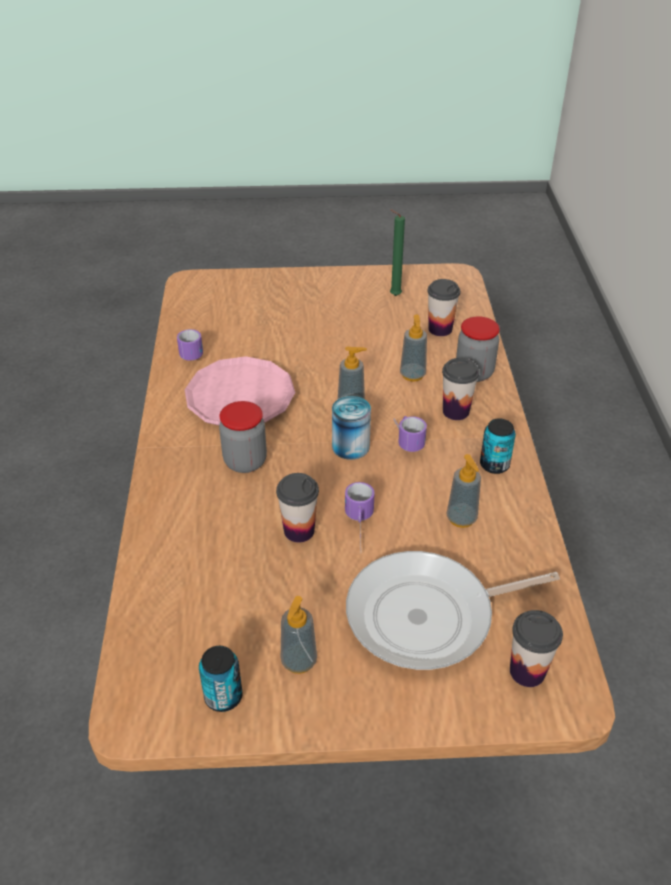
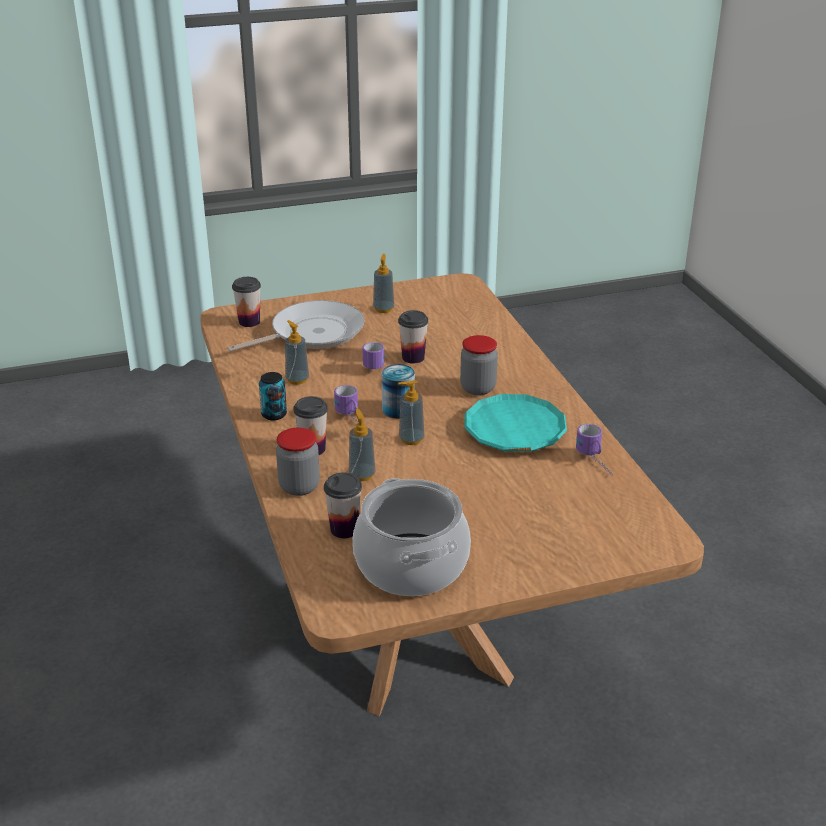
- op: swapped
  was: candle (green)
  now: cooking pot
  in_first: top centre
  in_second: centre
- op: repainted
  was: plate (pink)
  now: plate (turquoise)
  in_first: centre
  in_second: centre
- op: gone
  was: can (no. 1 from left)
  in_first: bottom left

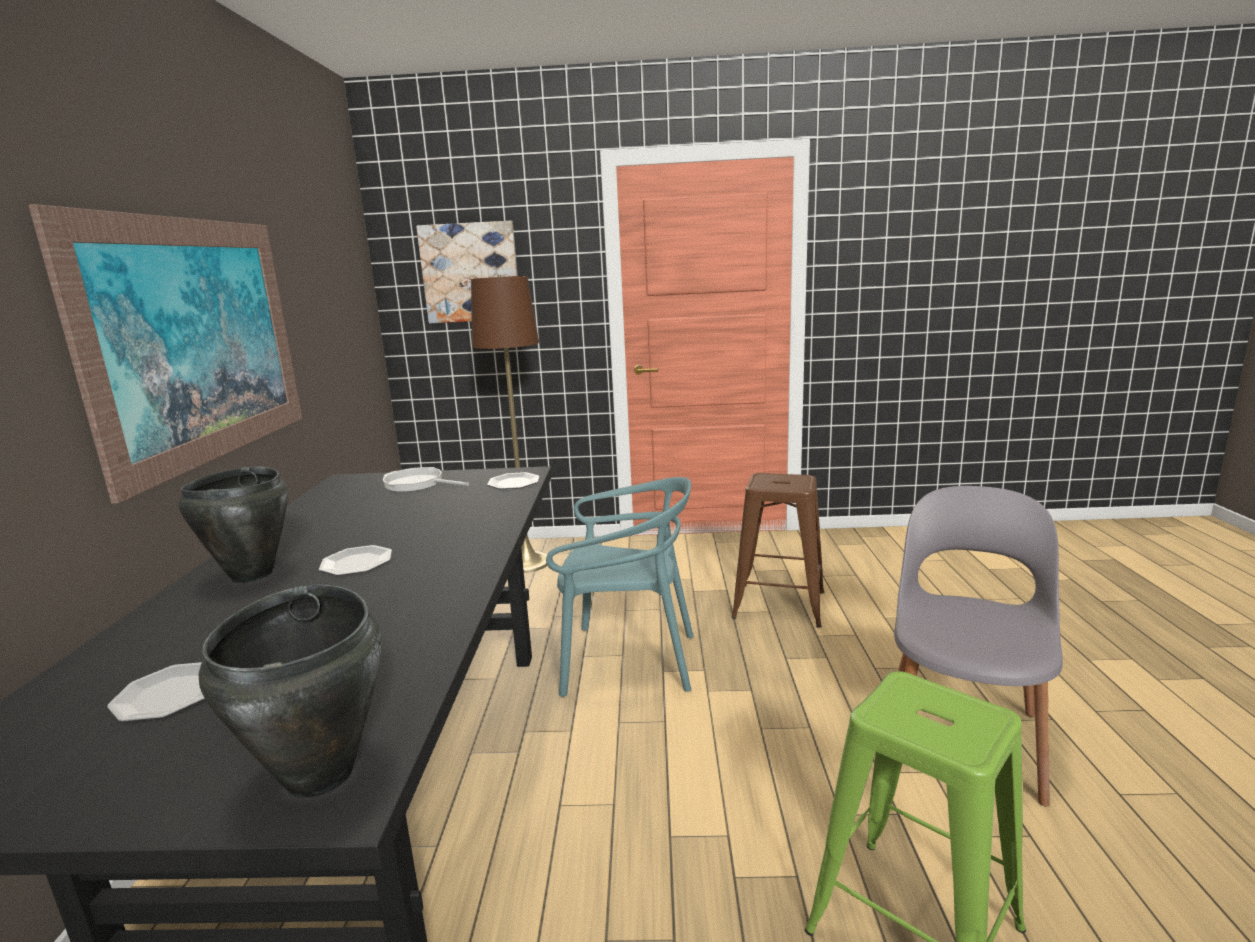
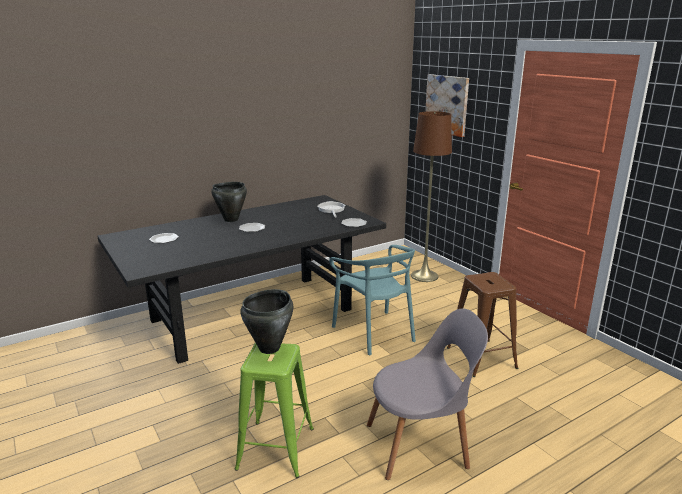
- op: gone
  was: picture (no. 1 from left)
  in_first: middle left
- op: shifted
  was: cooking pot (black) (no. 2 from left)
  in_first: bottom left
  in_second: centre

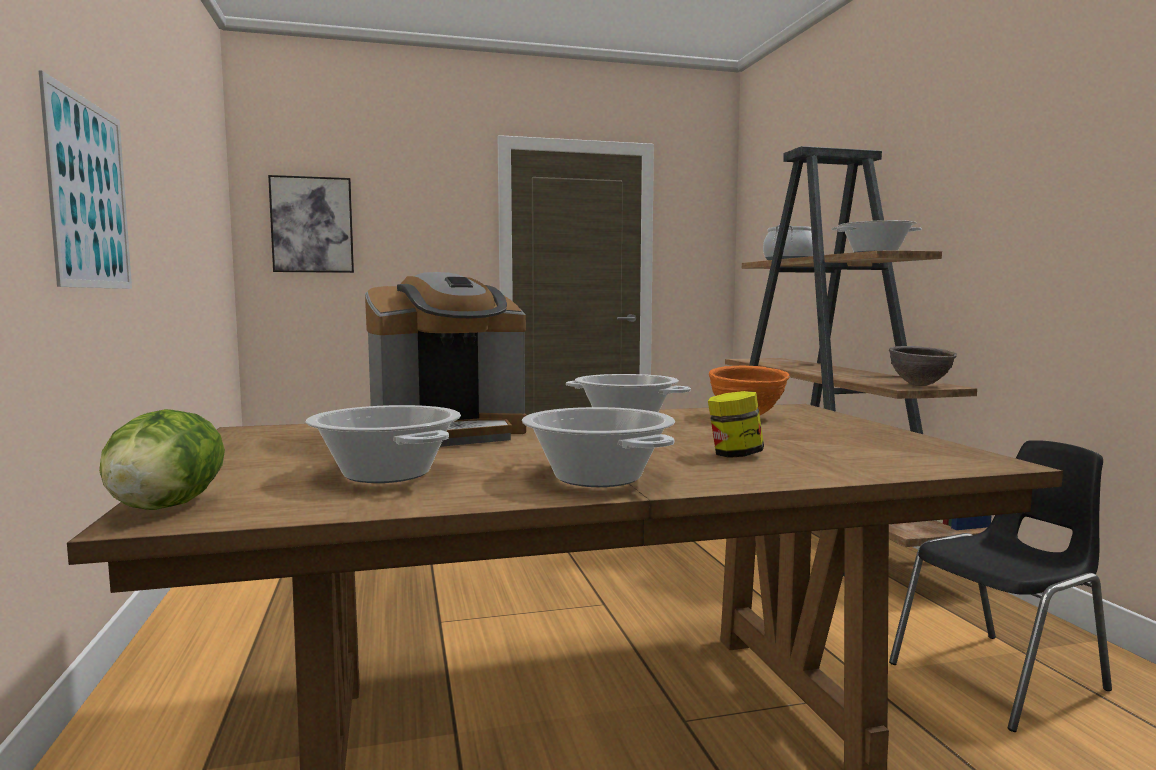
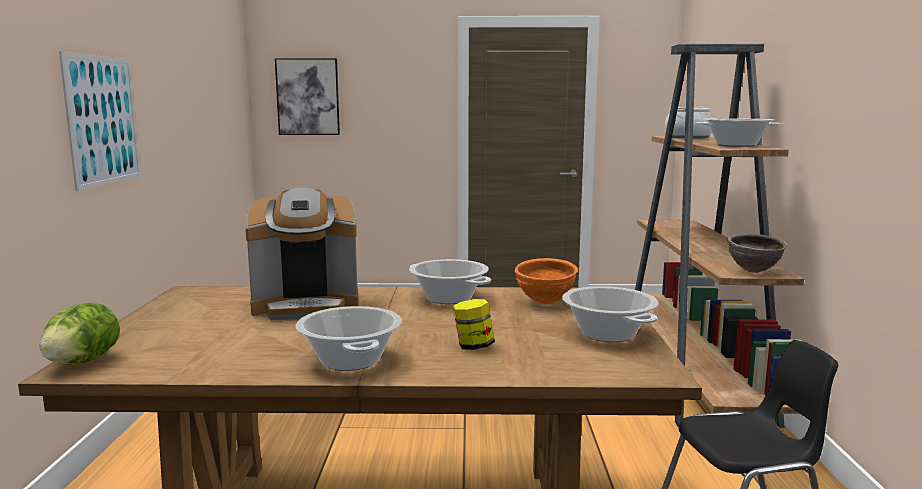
- op: shifted
  was: cooking pot (no. 1 from left in the first image)
  now: cooking pot (no. 3 from left)
  in_first: middle left
  in_second: centre

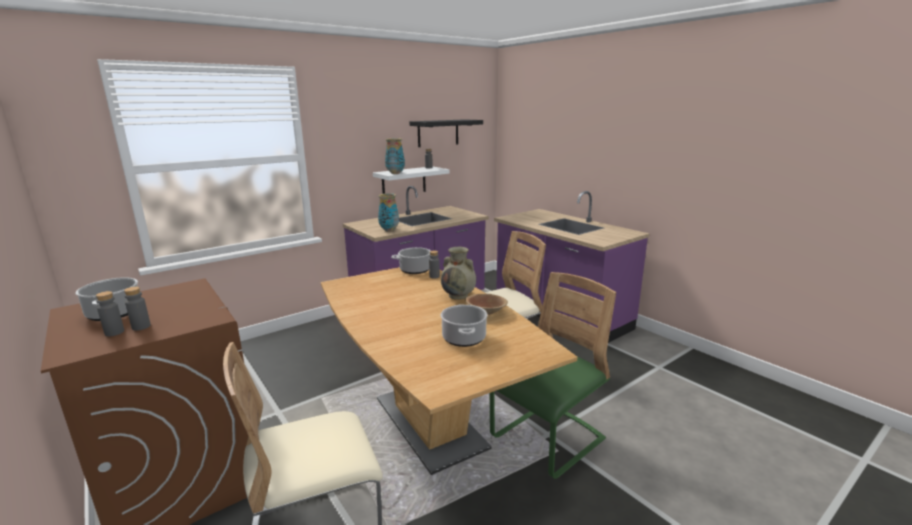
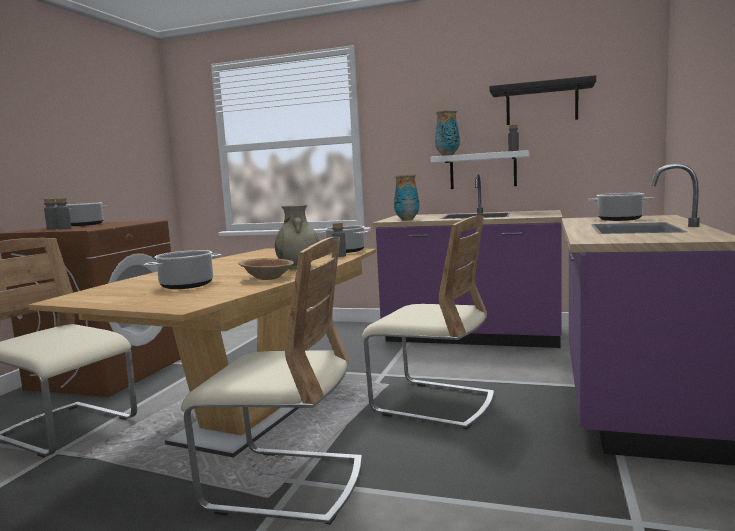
- op: repainted
  was: chair (green)
  now: chair (beige) (no. 2 from left)
  in_first: bottom centre
  in_second: bottom centre
- op: new
  now: cooking pot (no. 4 from left)
  in_second: middle right

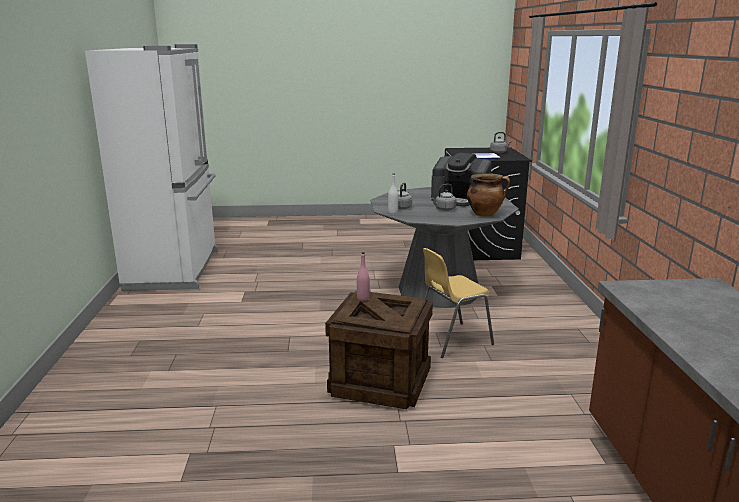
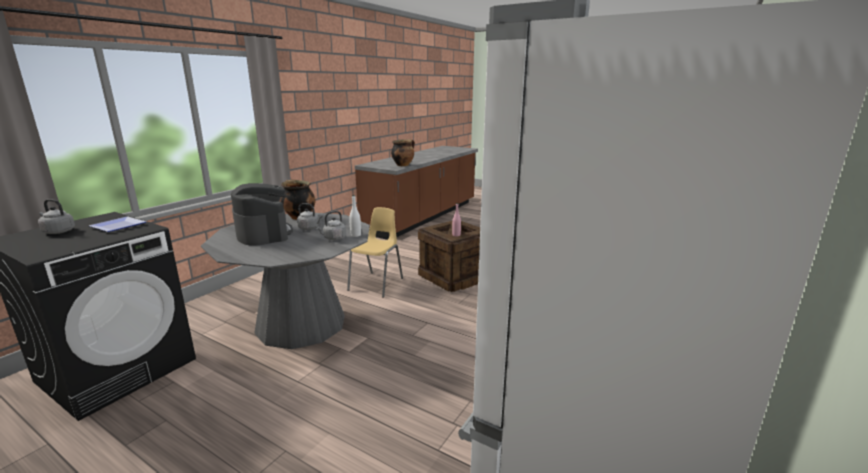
- op: rotated
  was: chair (yellow)
  in_first: centre
  in_second: centre
  clockwise: -75
- op: new
  now: cooking pot (no. 2 from left)
  in_second: top centre

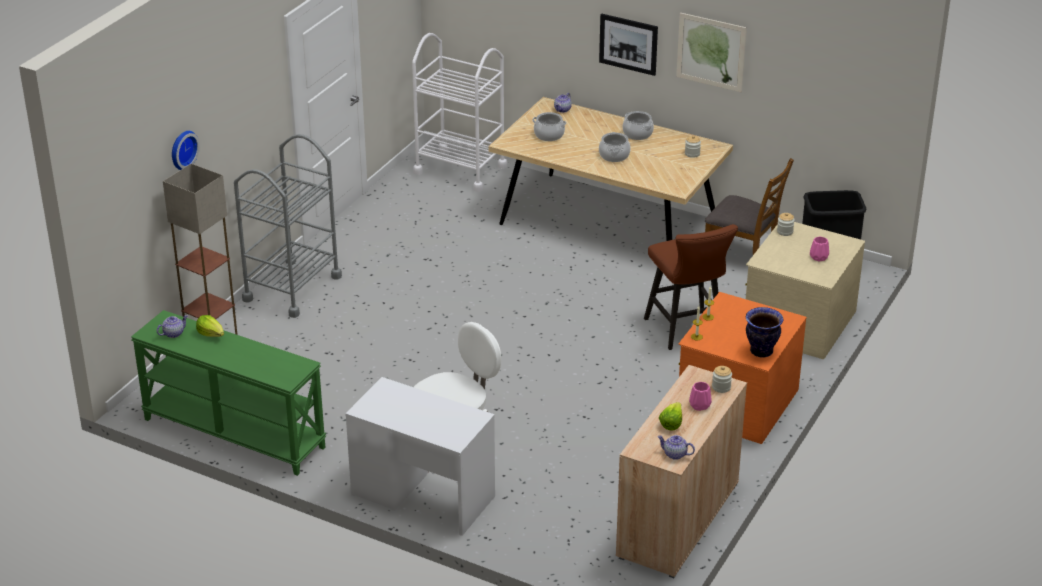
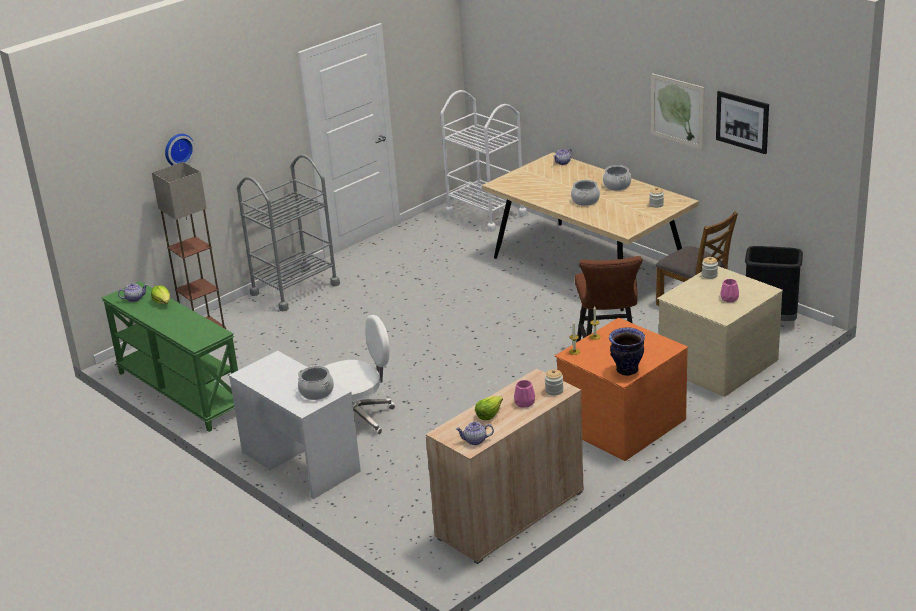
- op: shifted
  was: picture (no. 1 from left in the first image)
  now: picture (no. 2 from left)
  in_first: top centre
  in_second: top right
- op: shifted
  was: cooking pot (no. 1 from left)
  in_first: top centre
  in_second: centre
- op: rotated
  was: teapot (no. 3 from left in the first image)
  in_first: bottom centre
  in_second: bottom centre
  clockwise: -45

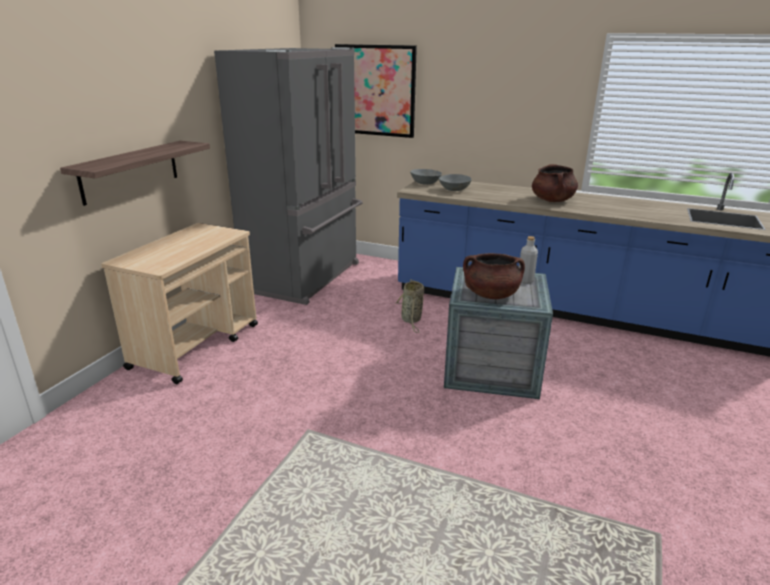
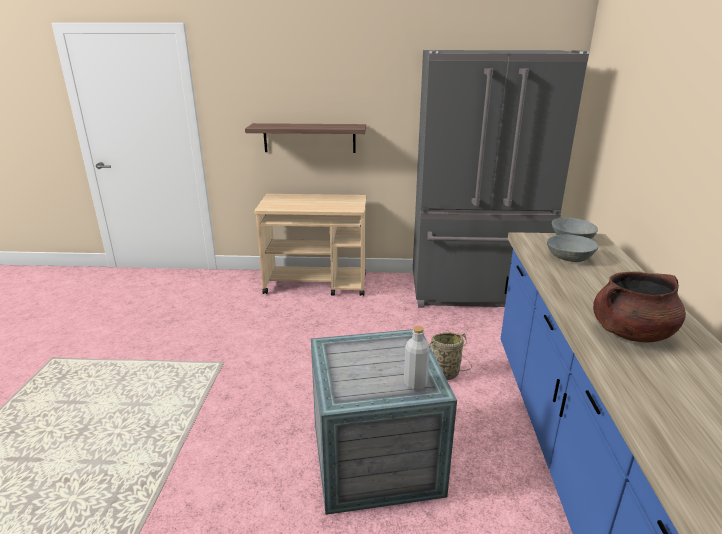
- op: gone
  was: picture
  in_first: top centre
- op: gone
  was: cooking pot (brown) (no. 1 from left)
  in_first: centre

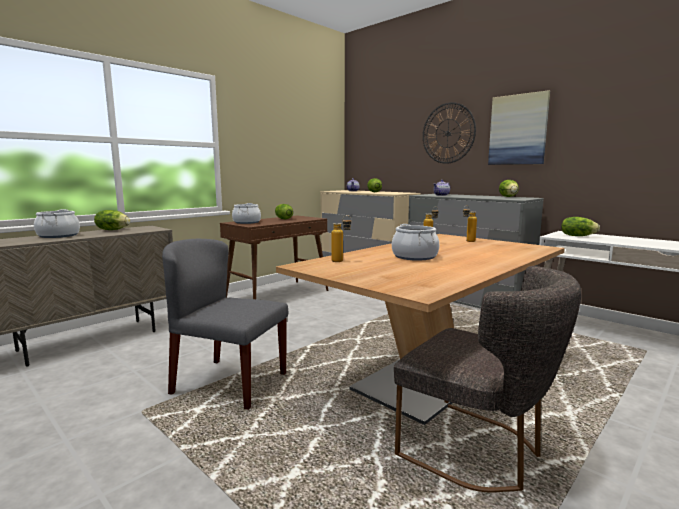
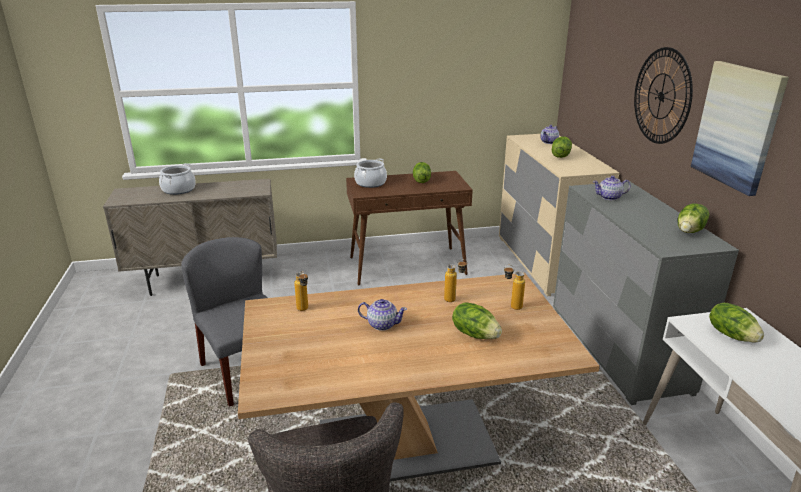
- op: shifted
  was: lettuce (no. 1 from left in the first image)
  now: lettuce (no. 2 from left)
  in_first: middle left
  in_second: centre
- op: swapped
  was: cooking pot (no. 3 from left)
  now: teapot (no. 1 from left)
  in_first: centre
  in_second: centre

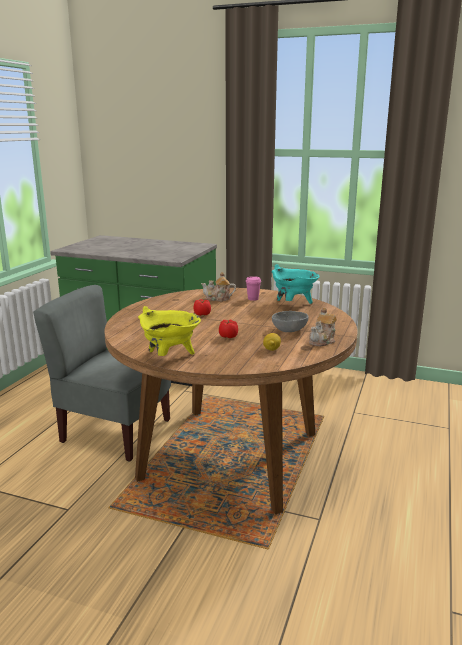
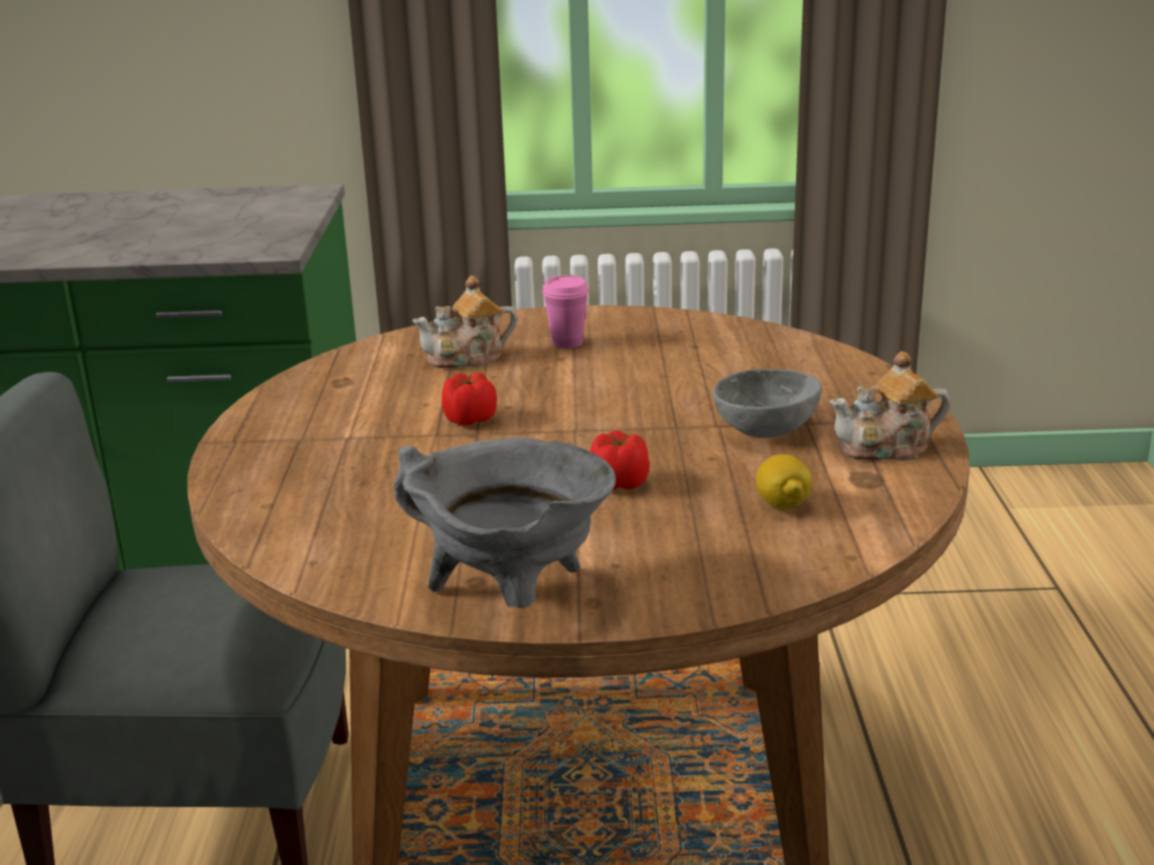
- op: gone
  was: cooking pot (turquoise)
  in_first: centre
- op: repainted
  was: cooking pot (yellow)
  now: cooking pot (grey)
  in_first: centre
  in_second: centre
- op: rotated
  was: teapot (no. 2 from left)
  in_first: middle right
  in_second: middle right
  clockwise: 60

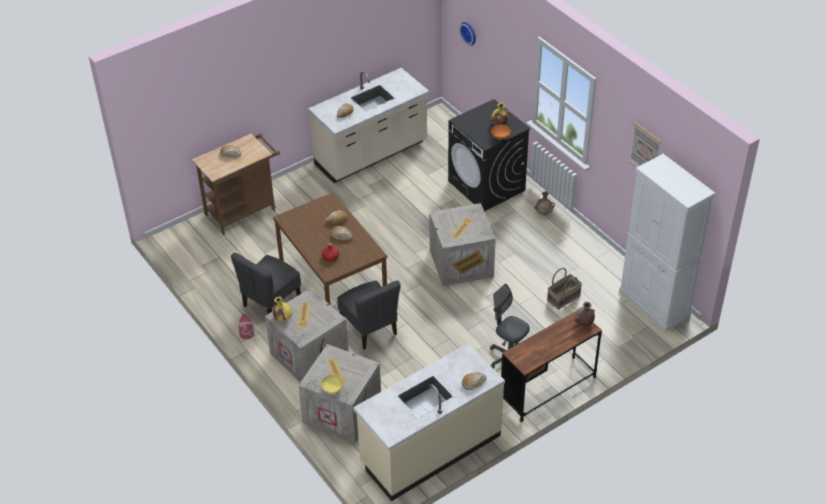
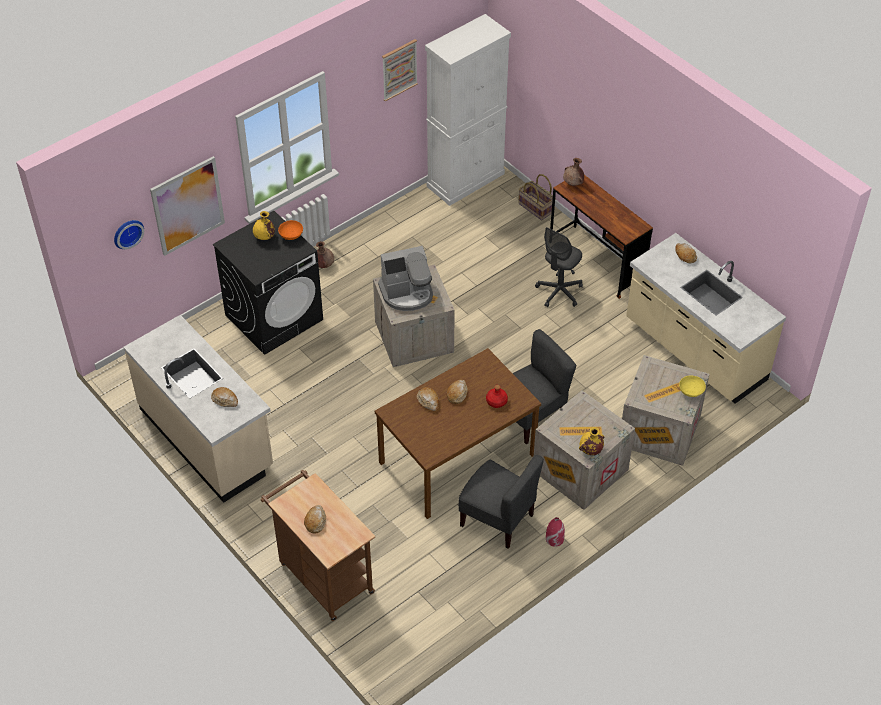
- op: shifted
  was: basket
  in_first: middle right
  in_second: top centre
- op: new
  now: picture (no. 1 from left)
  in_second: top left
- op: new
  now: coffee machine
  in_second: centre

